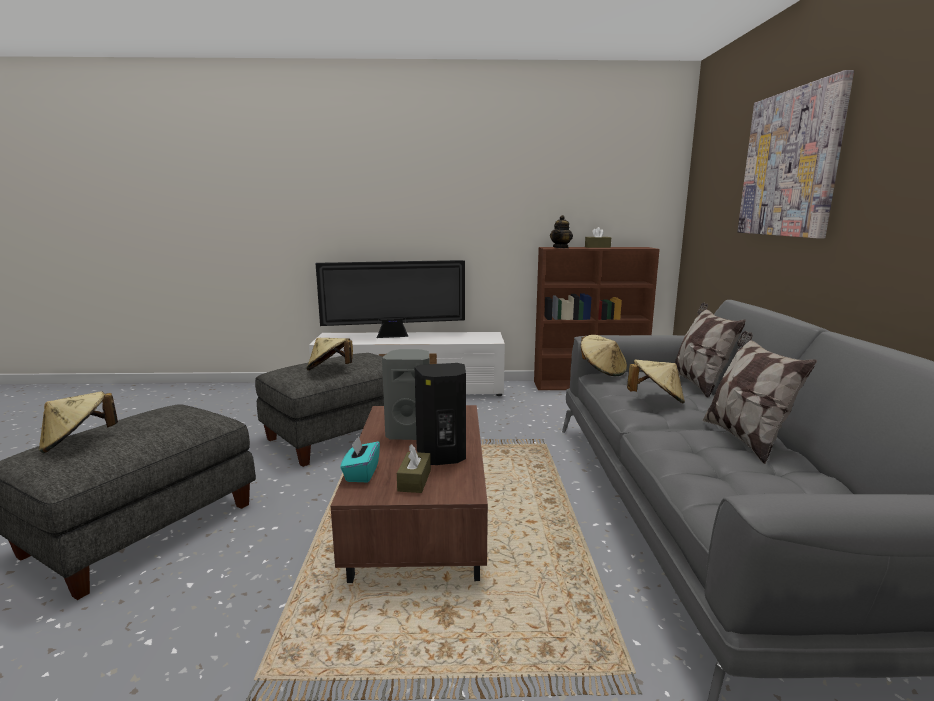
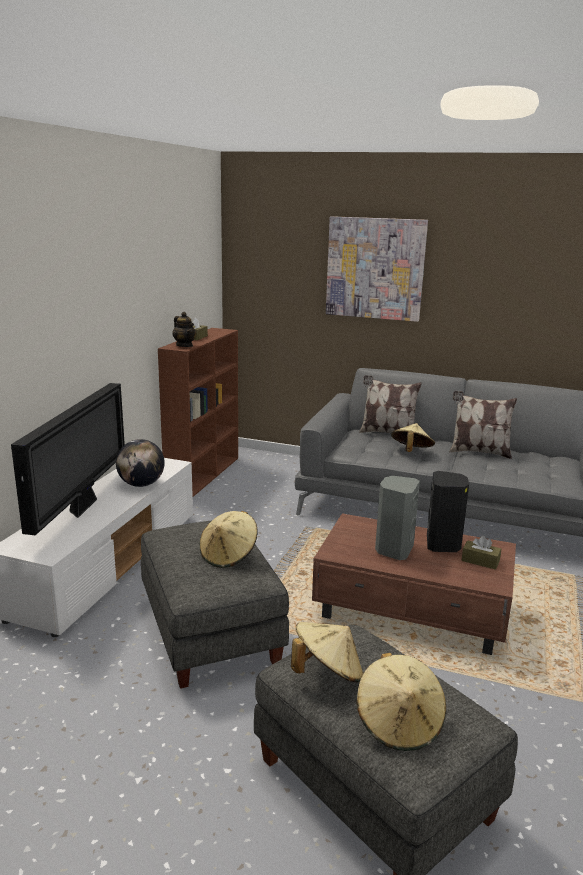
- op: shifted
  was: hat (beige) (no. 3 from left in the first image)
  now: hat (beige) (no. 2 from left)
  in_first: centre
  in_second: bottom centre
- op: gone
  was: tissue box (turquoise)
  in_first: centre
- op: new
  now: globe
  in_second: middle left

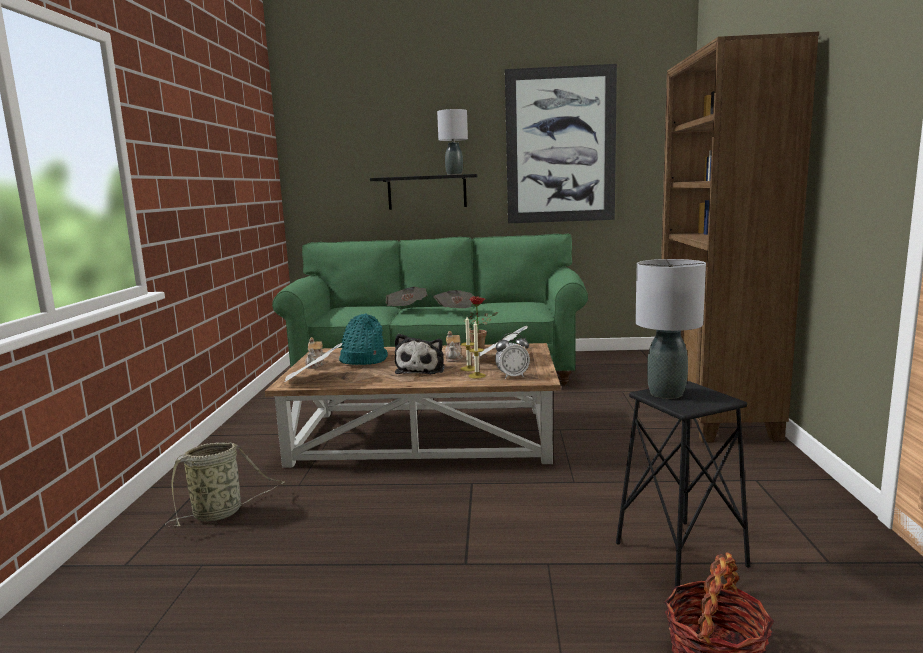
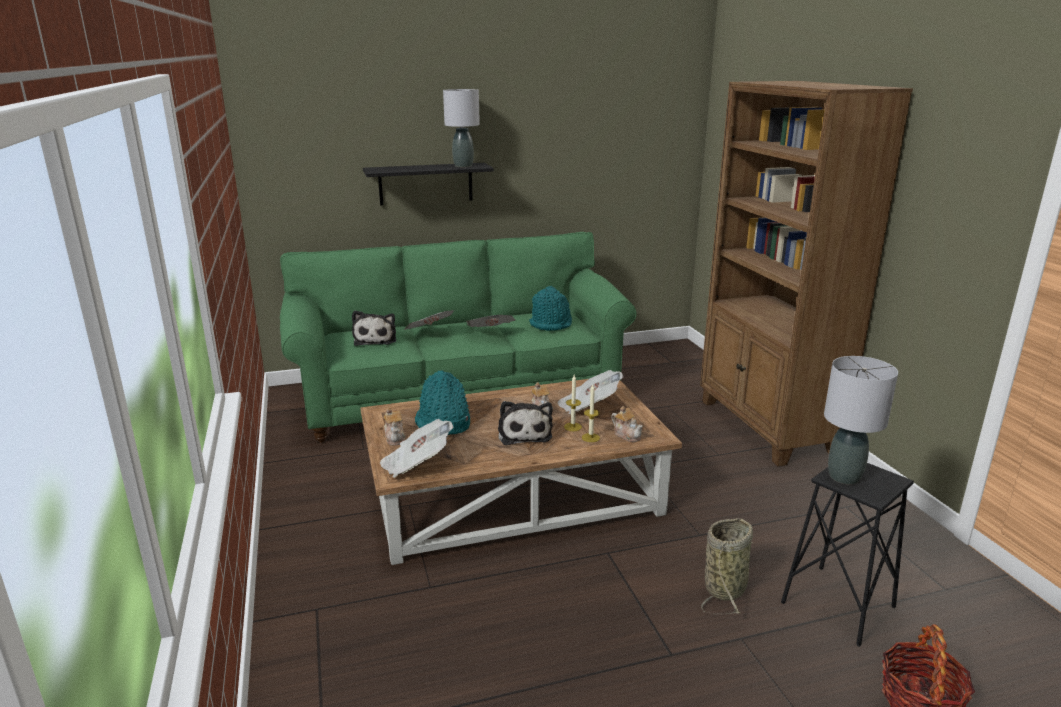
- op: gone
  was: picture
  in_first: top centre
- op: gone
  was: potted plant
  in_first: centre
- op: swapped
  was: alarm clock
  now: teapot (no. 3 from left)
  in_first: centre
  in_second: centre
- op: shifted
  was: basket (no. 1 from left)
  in_first: bottom left
  in_second: bottom right
- op: new
  now: hat (turquoise) (no. 2 from left)
  in_second: centre
- op: new
  now: plush toy (no. 1 from left)
  in_second: centre

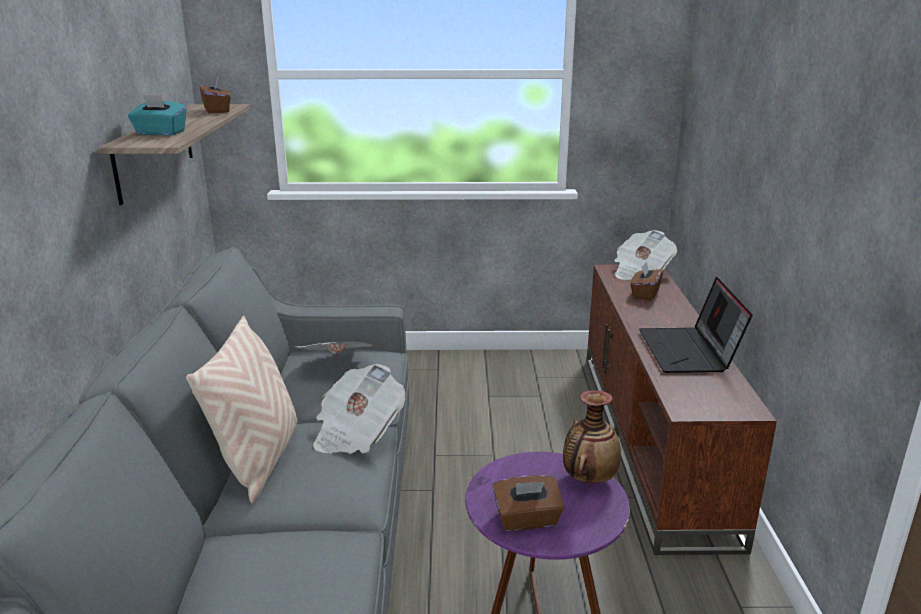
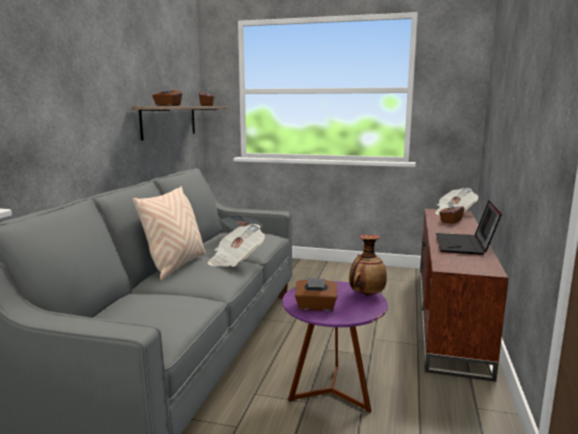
- op: repainted
  was: tissue box (turquoise)
  now: tissue box (brown) (no. 1 from left)
  in_first: top left
  in_second: top left

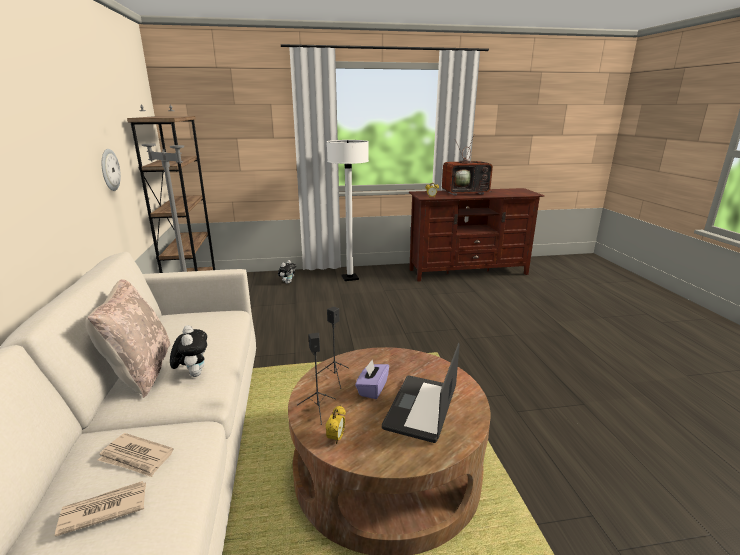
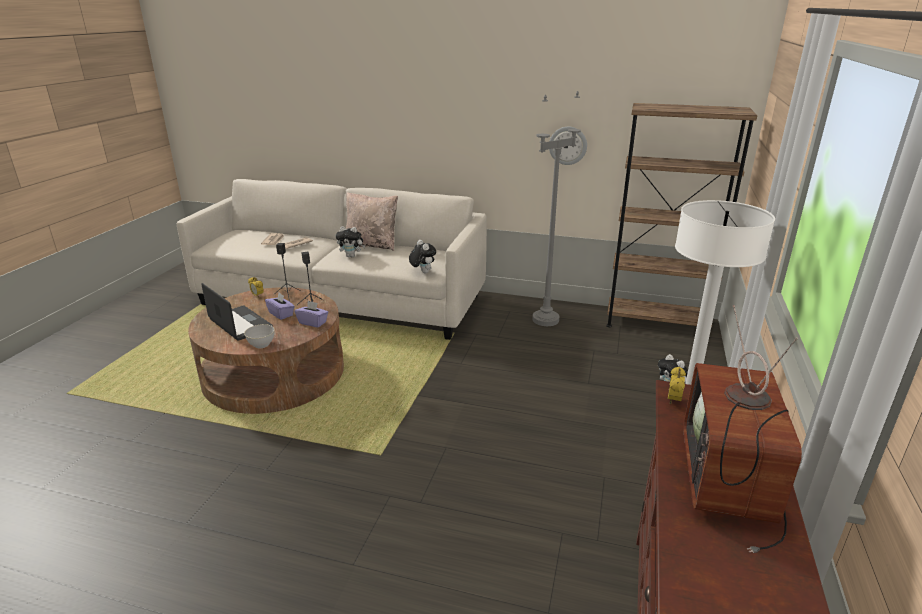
- op: new
  now: plush toy (no. 2 from left)
  in_second: centre
- op: new
  now: tissue box (purple) (no. 2 from left)
  in_second: centre
- op: new
  now: bowl (grey)
  in_second: middle left

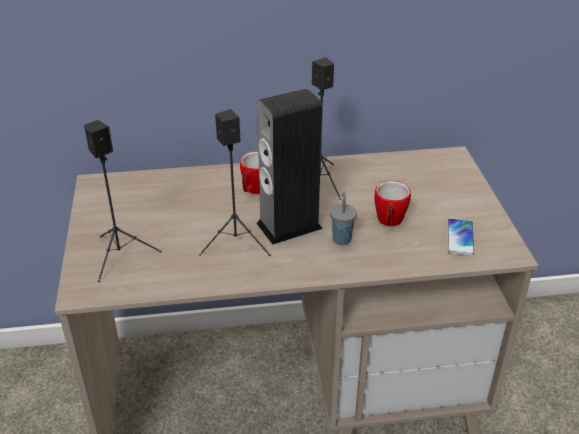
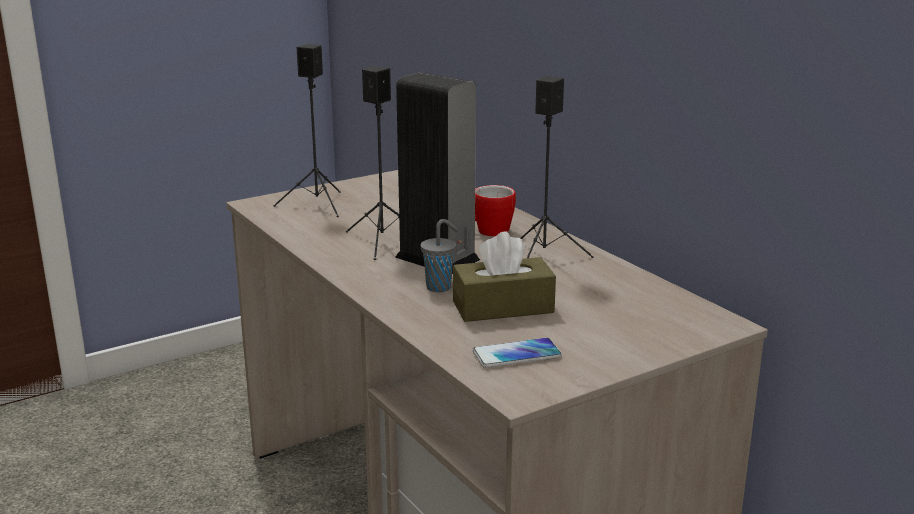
- op: swapped
  was: mug (no. 2 from left)
  now: tissue box (brown)
  in_first: middle right
  in_second: centre

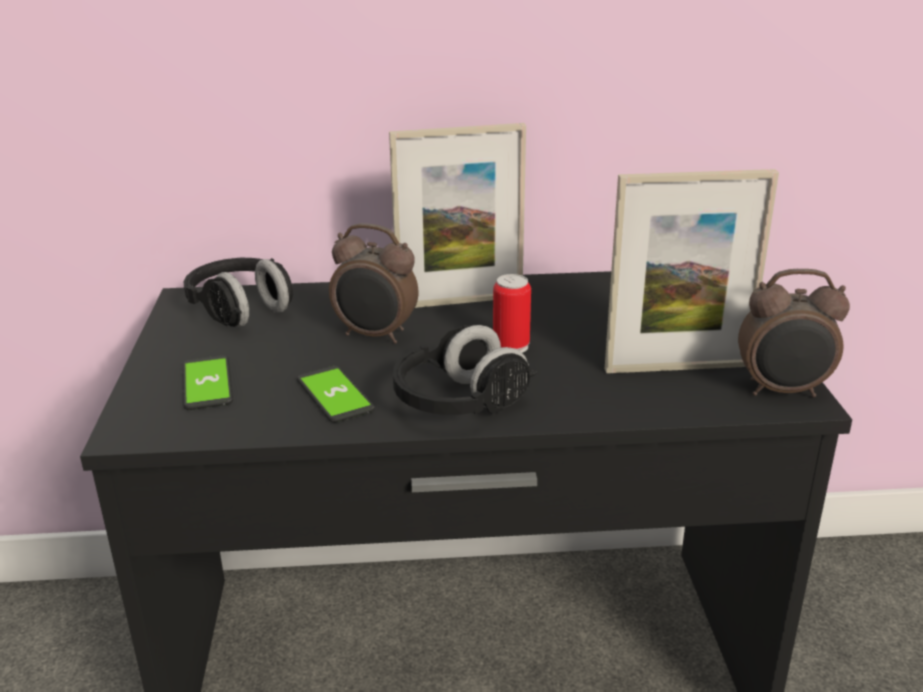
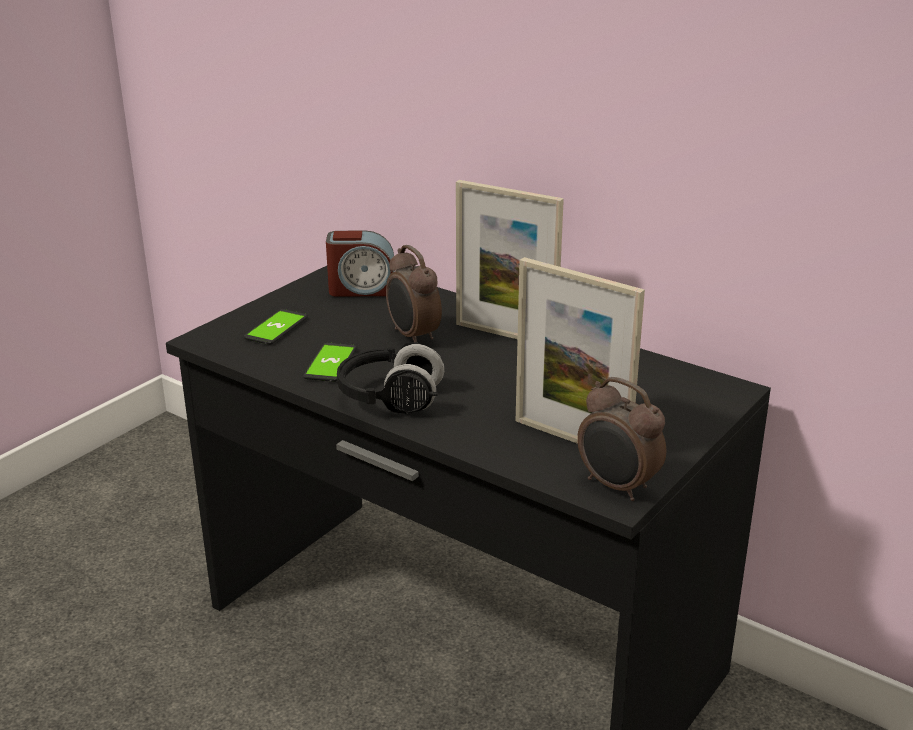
- op: swapped
  was: headphones (black) (no. 1 from left)
  now: alarm clock (no. 1 from left)
  in_first: middle left
  in_second: centre
- op: gone
  was: can
  in_first: centre

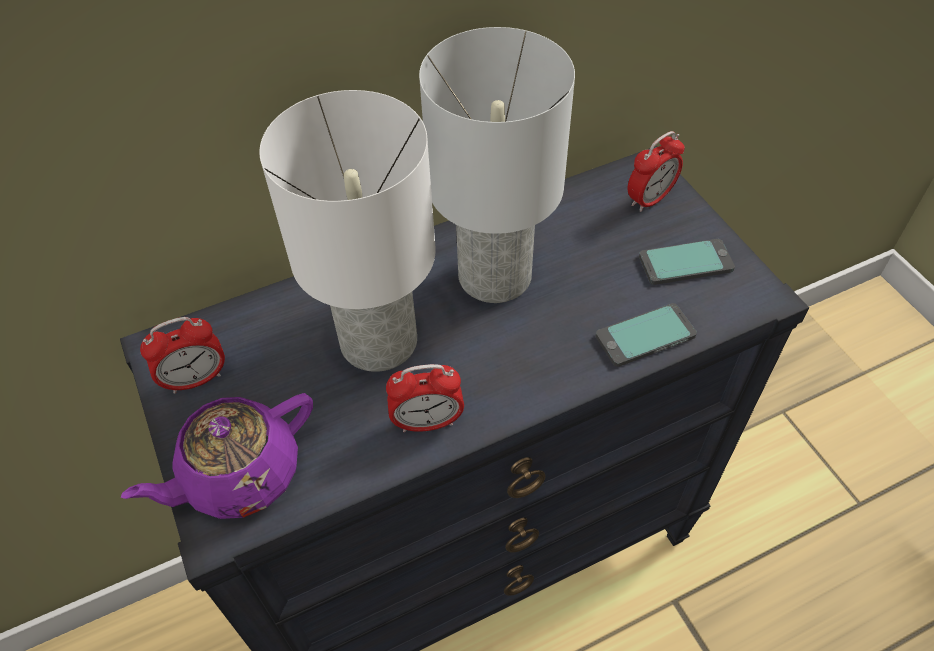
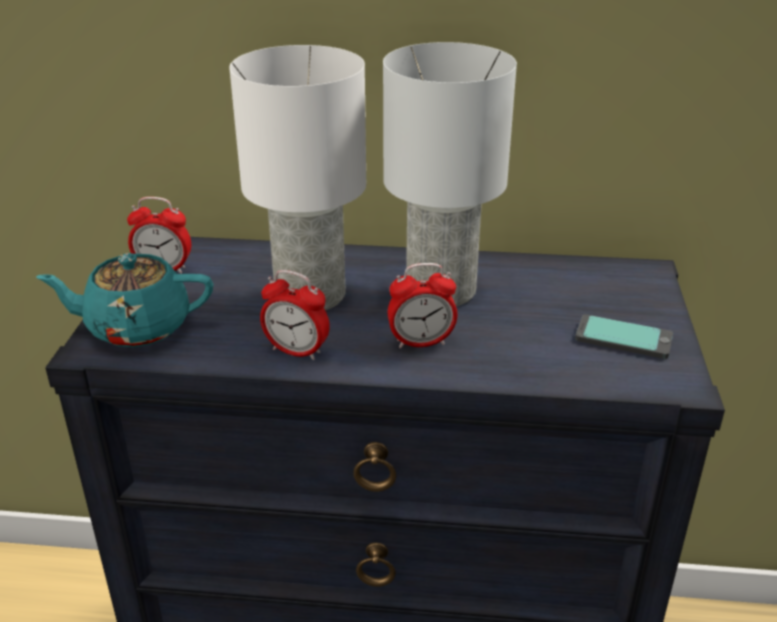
- op: shifted
  was: alarm clock (no. 3 from left)
  in_first: top right
  in_second: centre
- op: gone
  was: phone (no. 1 from left)
  in_first: middle right
- op: repainted
  was: teapot (purple)
  now: teapot (turquoise)
  in_first: bottom left
  in_second: middle left

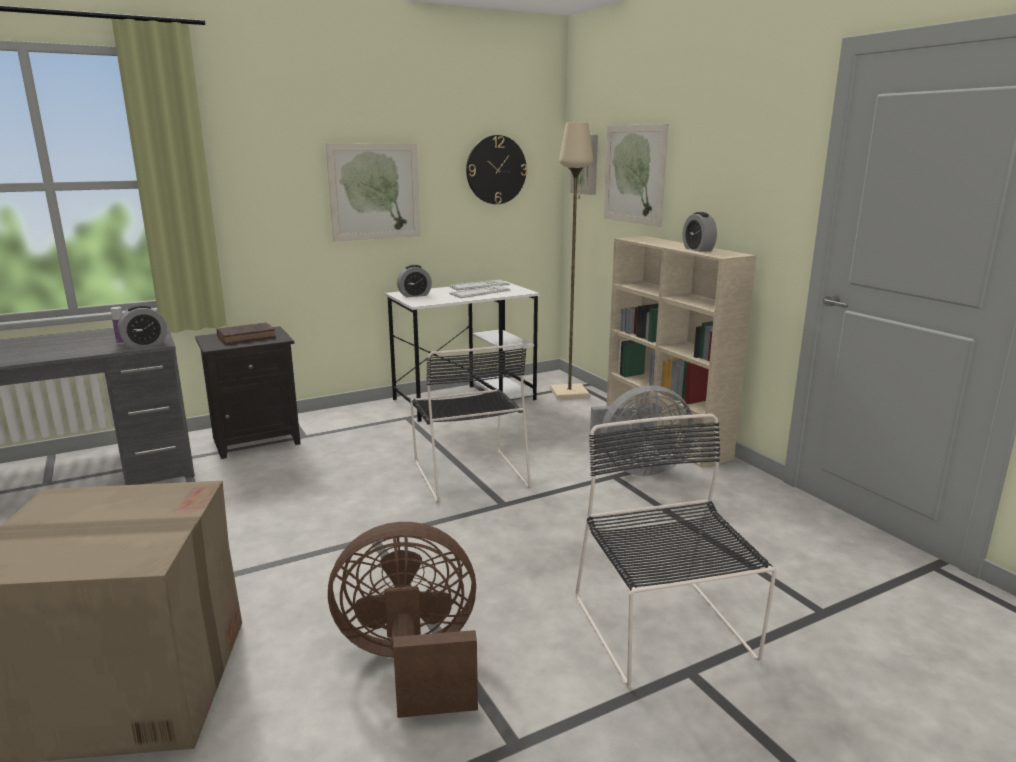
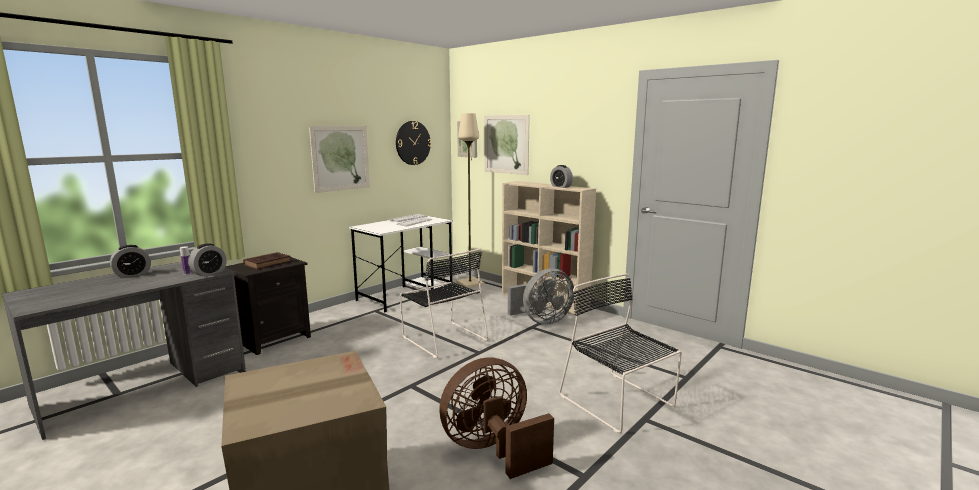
- op: shifted
  was: alarm clock (no. 2 from left in the first image)
  now: alarm clock (no. 1 from left)
  in_first: centre
  in_second: middle left

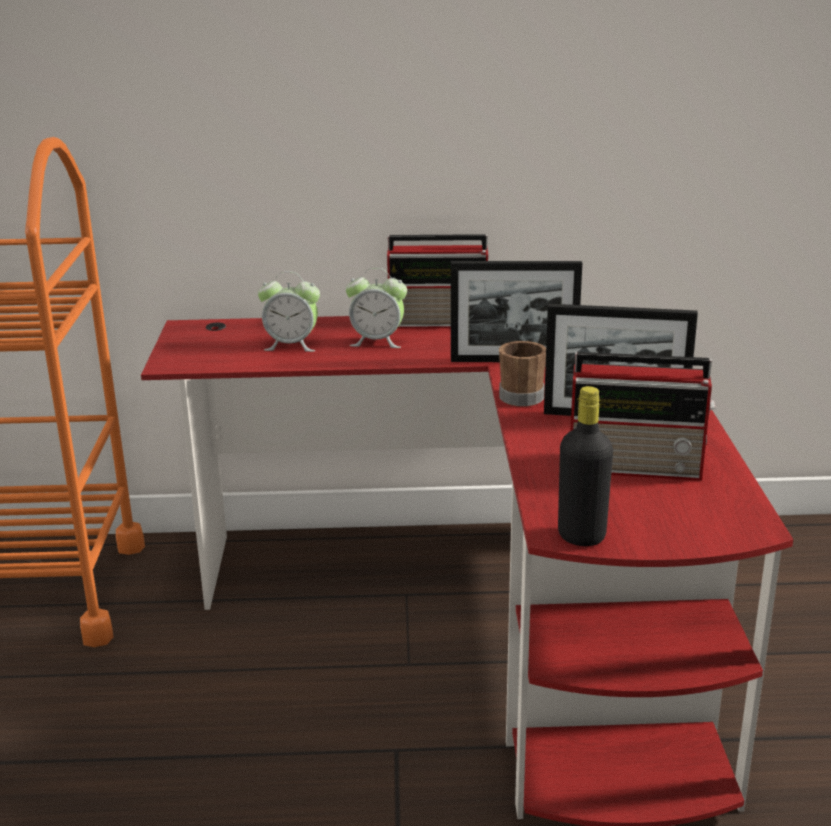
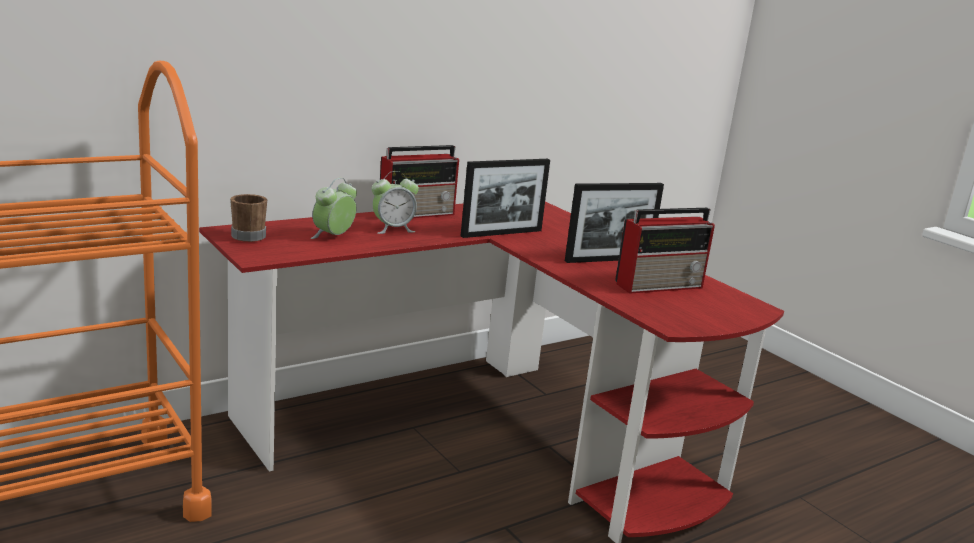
- op: rotated
  was: alarm clock (no. 1 from left)
  in_first: centre
  in_second: centre
  clockwise: 150
- op: shifted
  was: mug (brown)
  in_first: centre
  in_second: middle left
- op: gone
  was: bottle (black)
  in_first: middle right

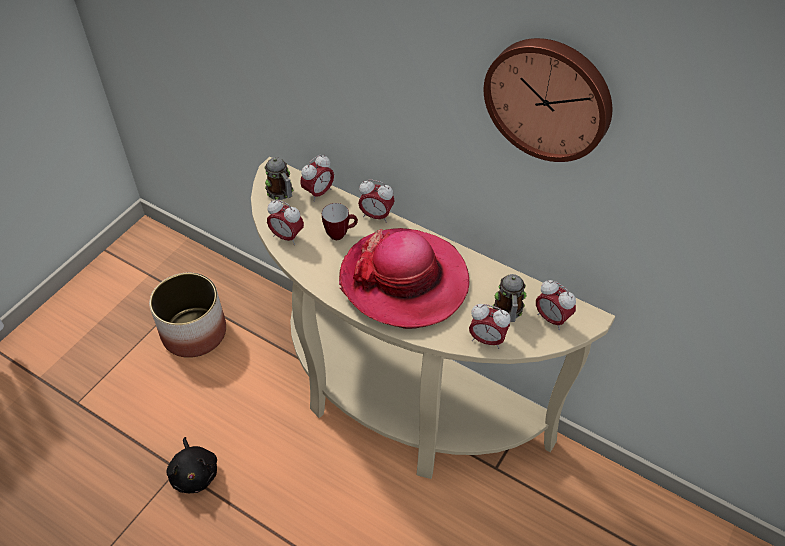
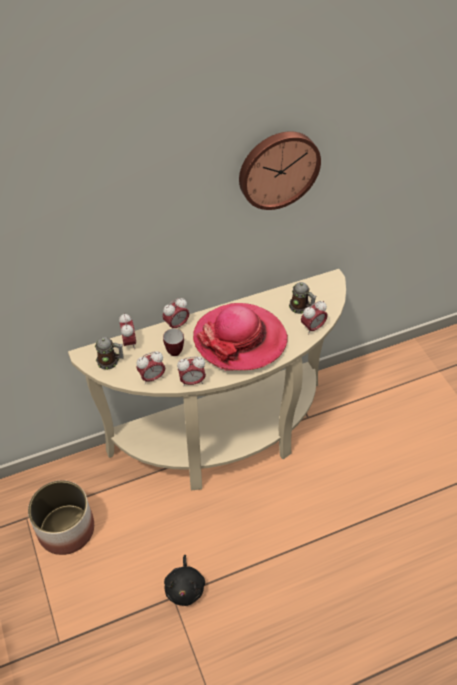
- op: shifted
  was: alarm clock (no. 5 from left in the first image)
  now: alarm clock (no. 4 from left)
  in_first: middle right
  in_second: centre
- op: rotated
  was: plush toy (black)
  in_first: bottom left
  in_second: bottom centre
  clockwise: 75

